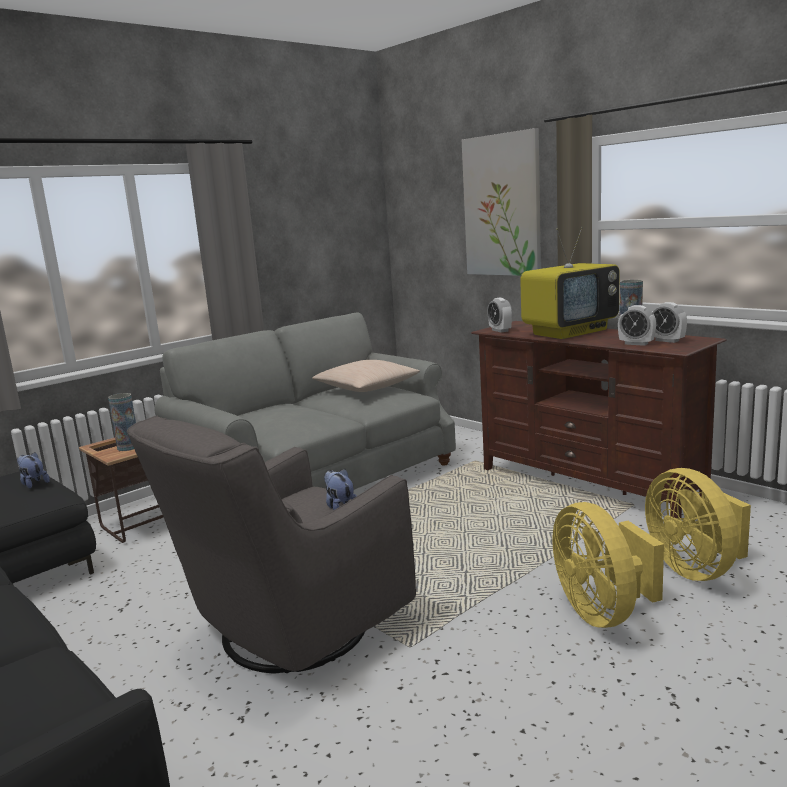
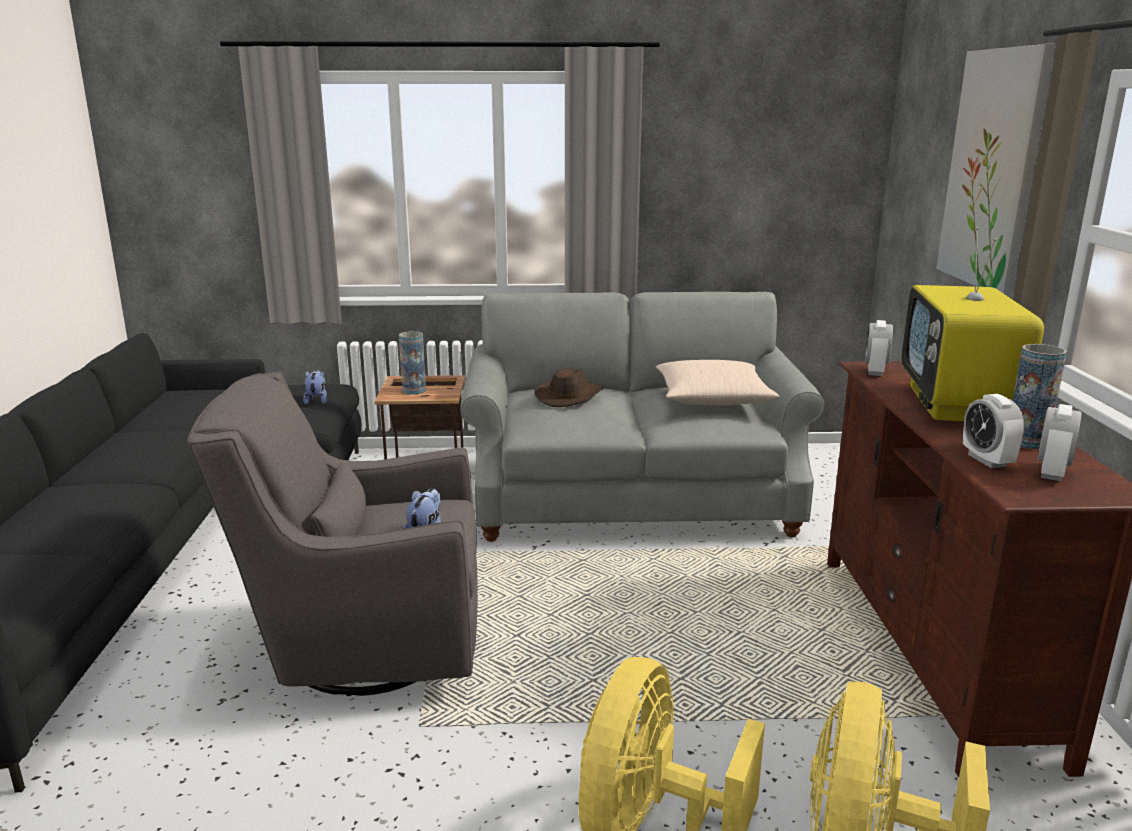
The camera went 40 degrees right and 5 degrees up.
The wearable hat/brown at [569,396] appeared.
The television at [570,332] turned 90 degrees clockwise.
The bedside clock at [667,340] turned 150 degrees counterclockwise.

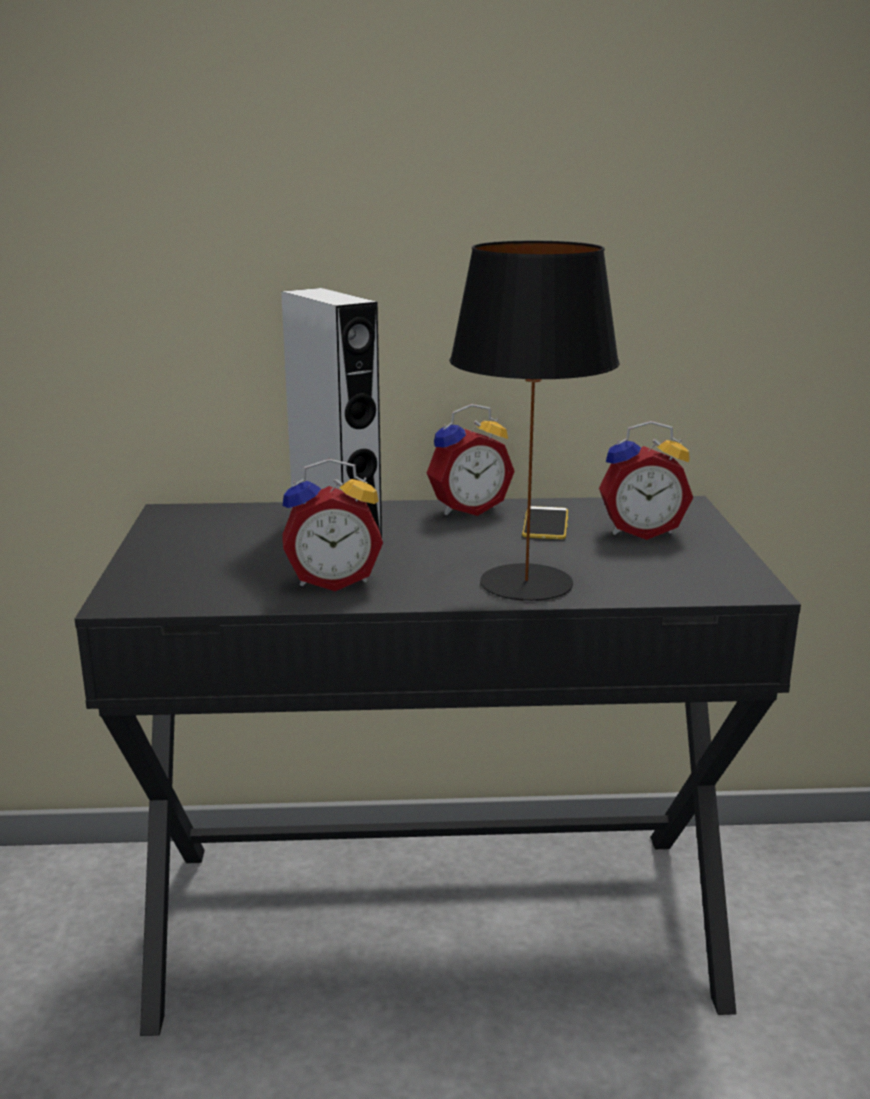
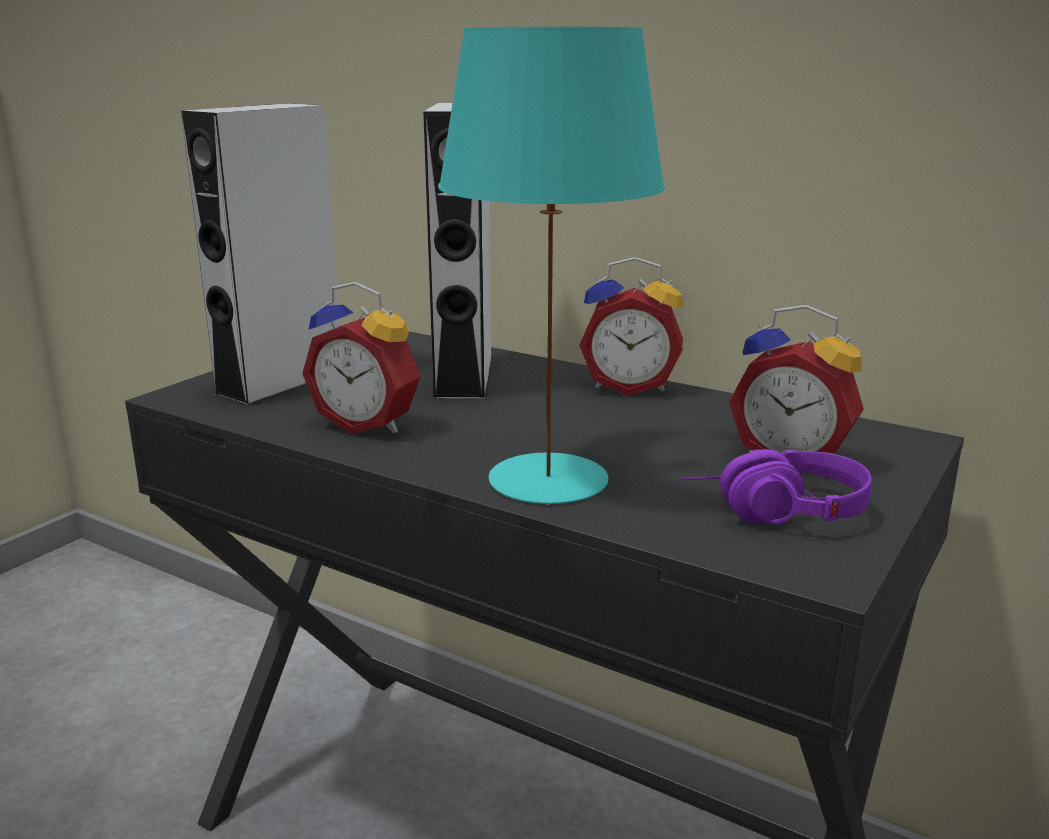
The camera went 35 degrees right and 0 degrees up.
The audio speaker/grey at [281,382] appeared.
The table lamp/black at [525,583] became the table lamp/blue-green at [546,479].
The headset/purple at [775,513] appeared.
The handset at [545,524] disappeared.

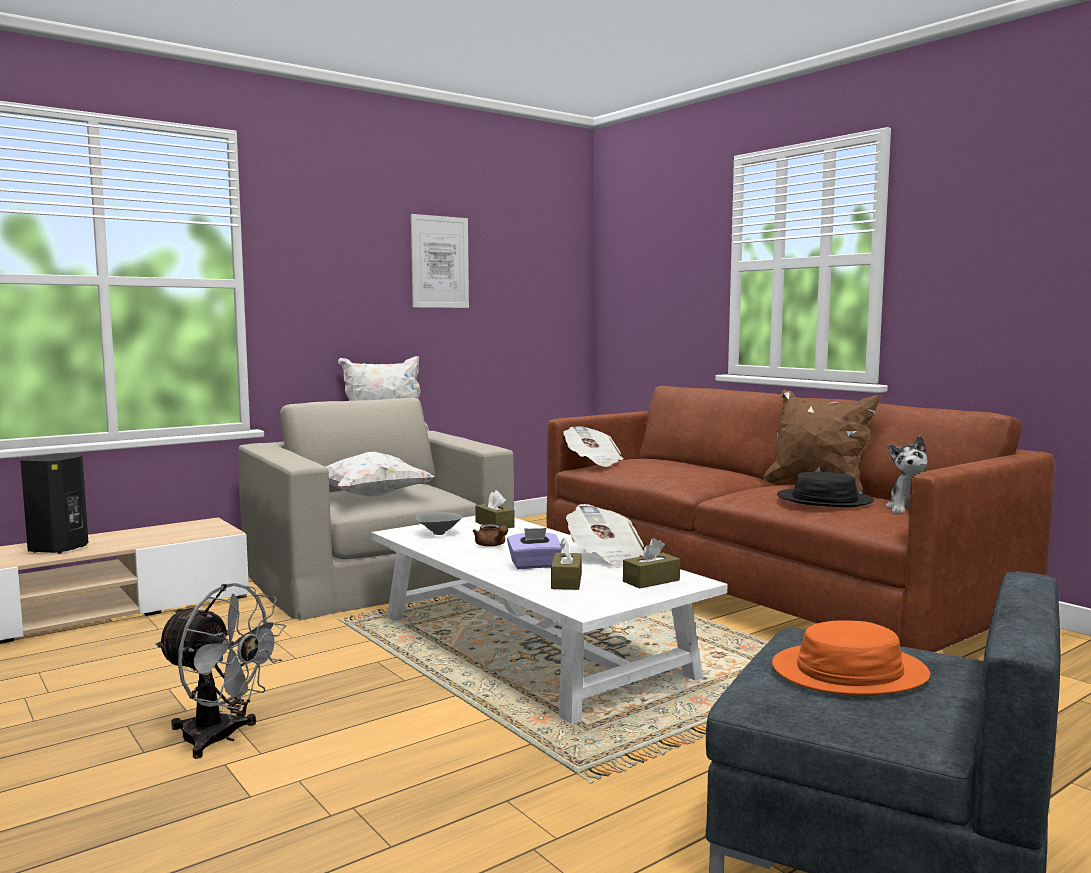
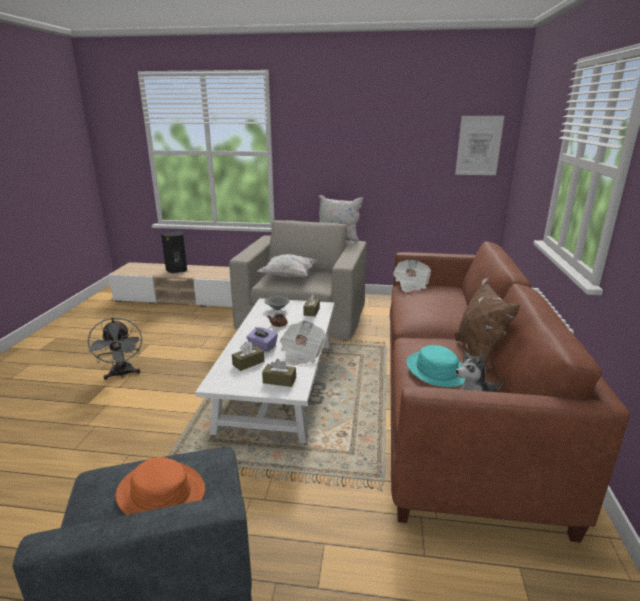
The camera went 45 degrees right and 15 degrees up.
The wearable hat/black at [824,500] became the wearable hat/blue-green at [436,370].
The wall art moved from [440,262] to [478,146].

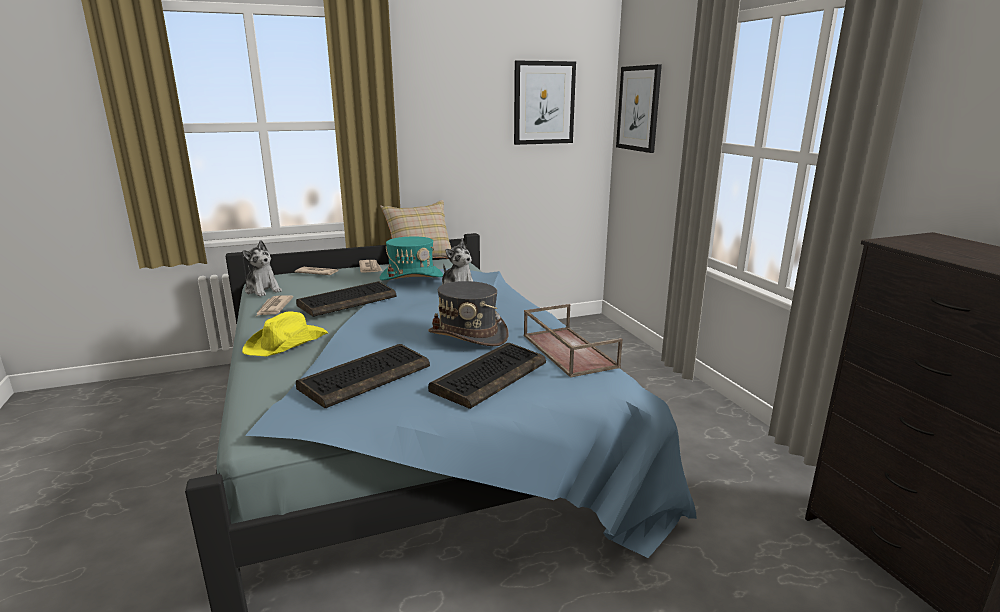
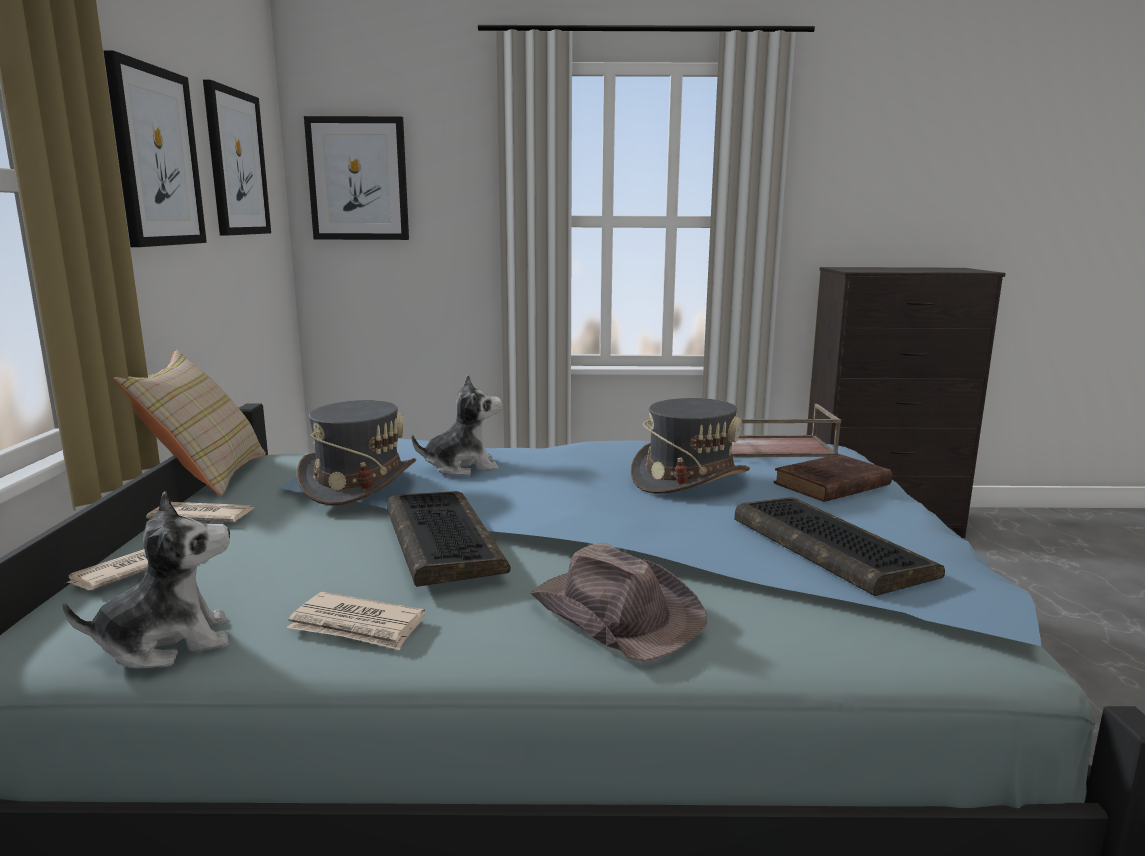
The camera went 70 degrees left and 5 degrees down.
The wall art at [156,157] appeared.
The wearable hat/blue-green at [411,277] became the wearable hat/grey at [358,483].
The wearable hat/yellowish at [287,343] became the wearable hat/brown at [615,613].
The PC keyboard at [489,376] was replaced by the volume/brown at [829,485].

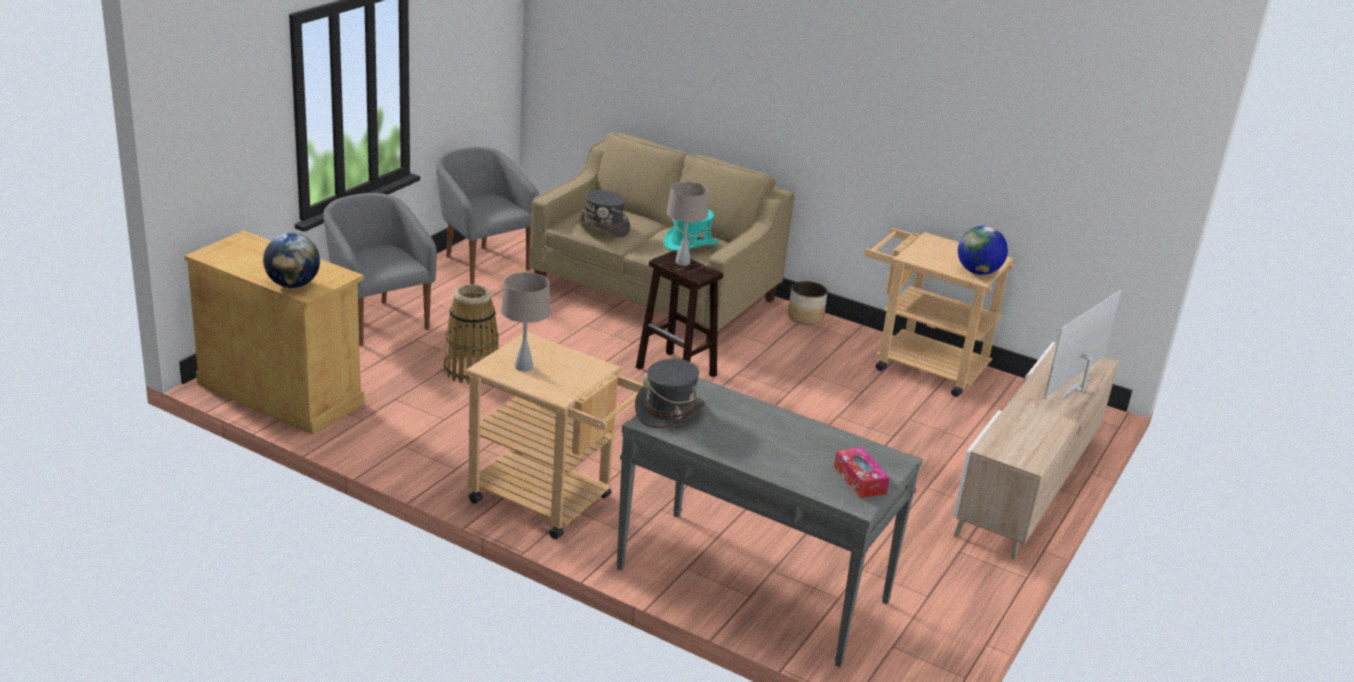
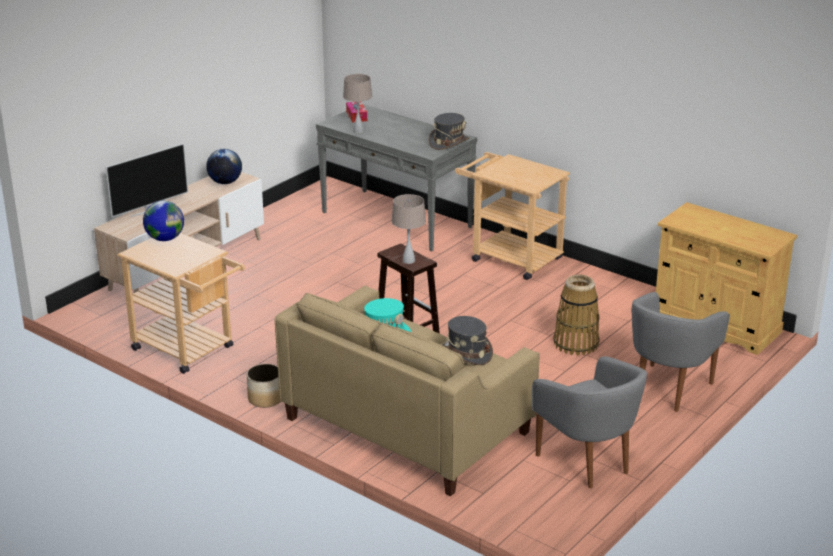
The camera went 170 degrees left and 0 degrees up.
The world globe moved from [293,285] to [225,182].
The table lamp/beige-coloured moved from [523,367] to [358,131].
The easy chair/grey at [378,321] turned 60 degrees clockwise.

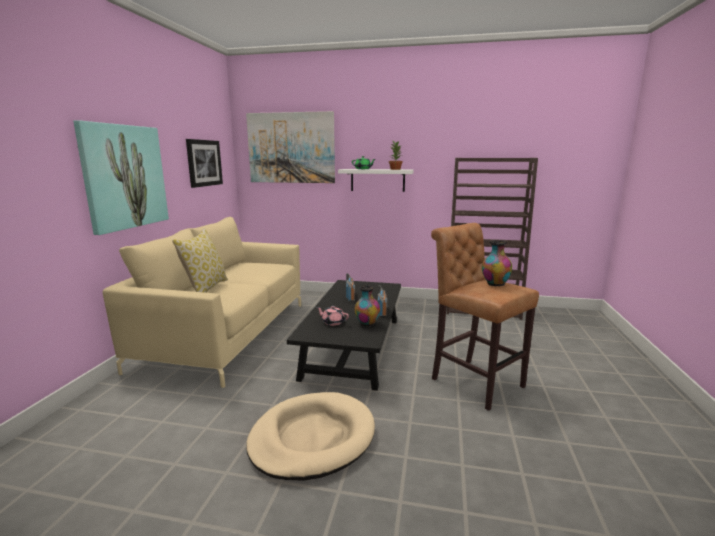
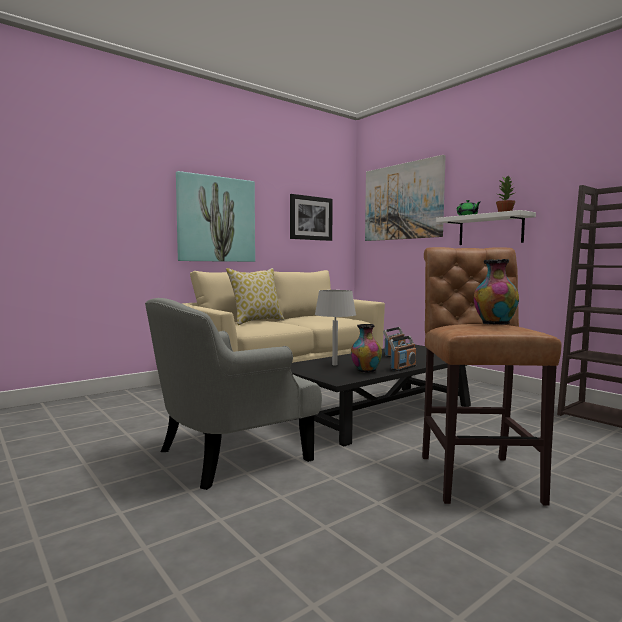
The camera went 40 degrees right and 10 degrees down.
The dog cushion/beige-coloured at [312,438] was replaced by the easy chair/grey at [229,454].
The teapot/pinkish at [332,322] was replaced by the table lamp/grey at [334,364].

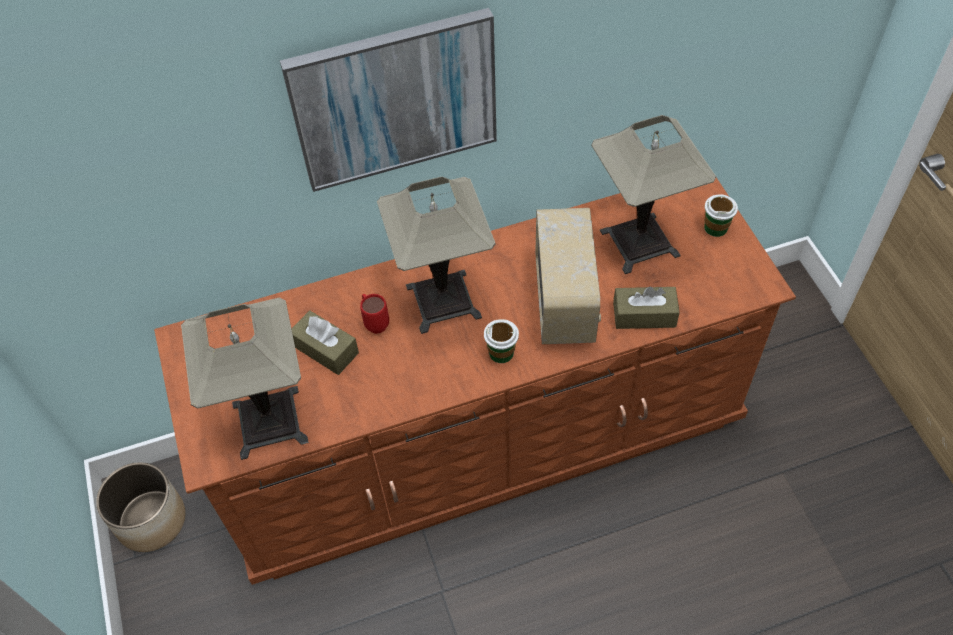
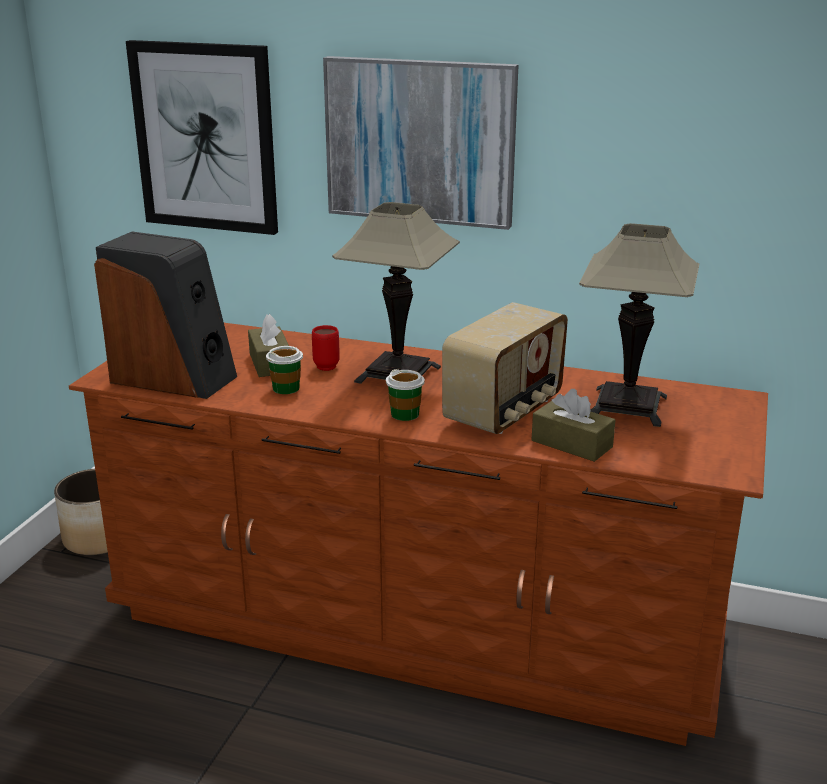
The camera went 35 degrees right and 30 degrees down.
The table lamp at [269,422] was replaced by the audio speaker at [174,378].
The wall art at [205,137] appeared.
The cup moved from [715,227] to [286,388].

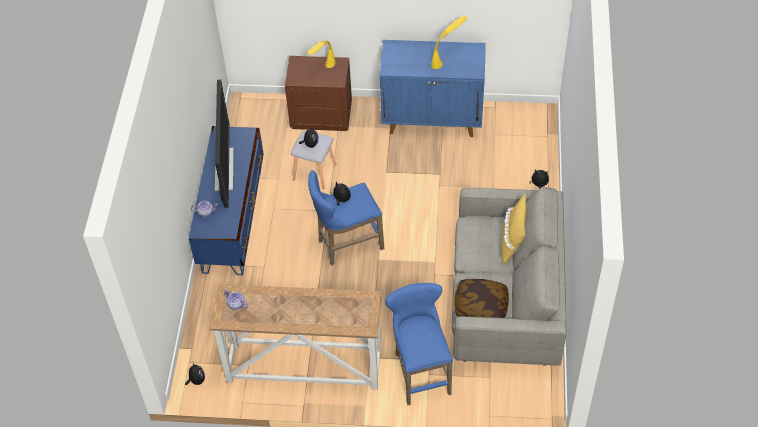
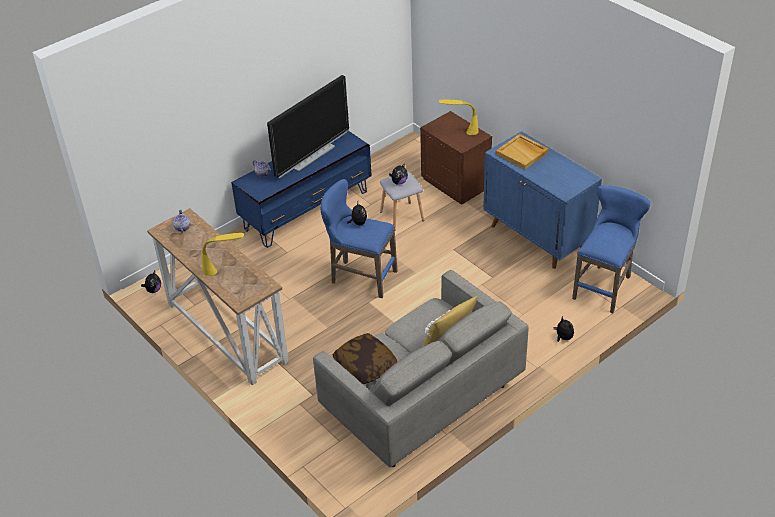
The camera went 45 degrees right and 10 degrees down.
The table lamp/yellowish moved from [448,58] to [226,273].
The carrying tray/beige-coloured at [522,153] appeared.
The stool/blue moved from [420,370] to [605,286].

